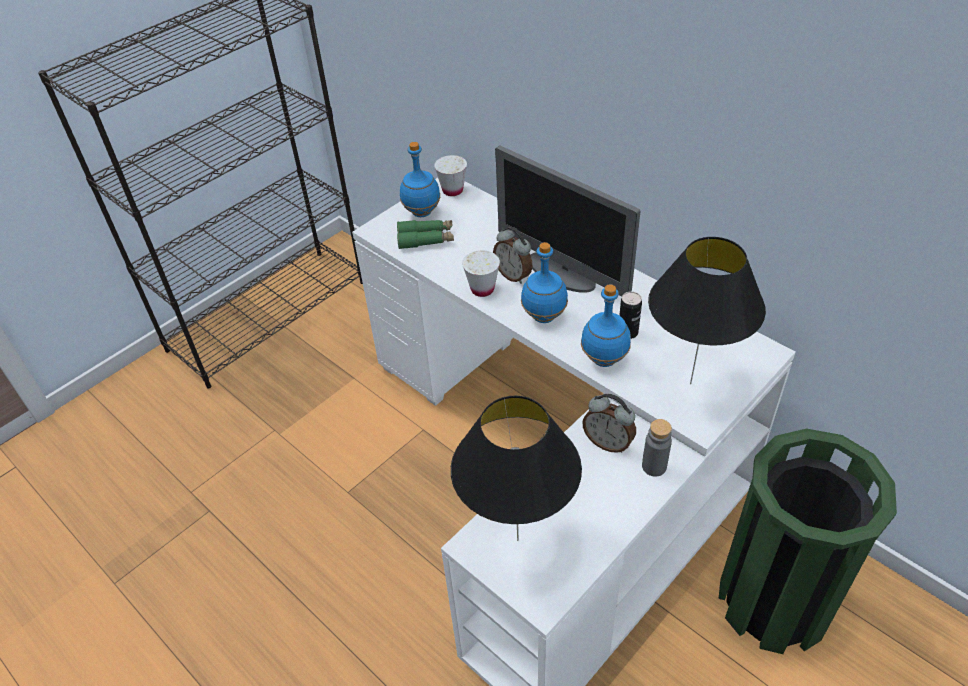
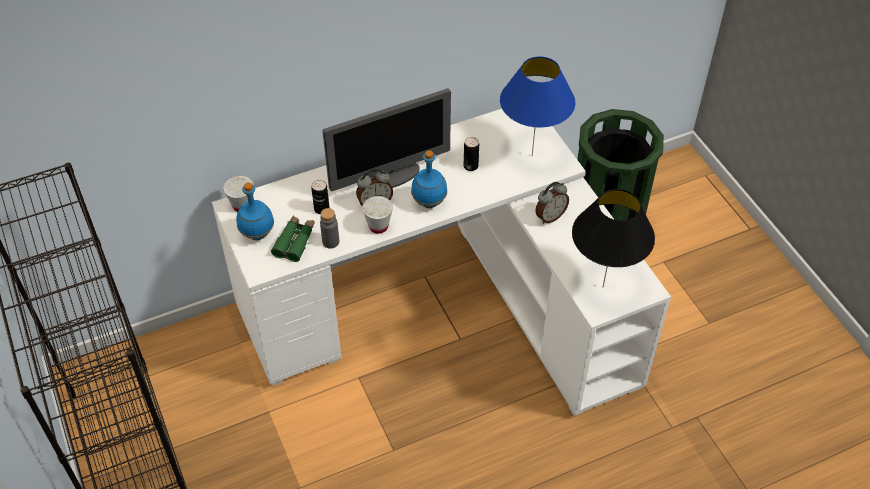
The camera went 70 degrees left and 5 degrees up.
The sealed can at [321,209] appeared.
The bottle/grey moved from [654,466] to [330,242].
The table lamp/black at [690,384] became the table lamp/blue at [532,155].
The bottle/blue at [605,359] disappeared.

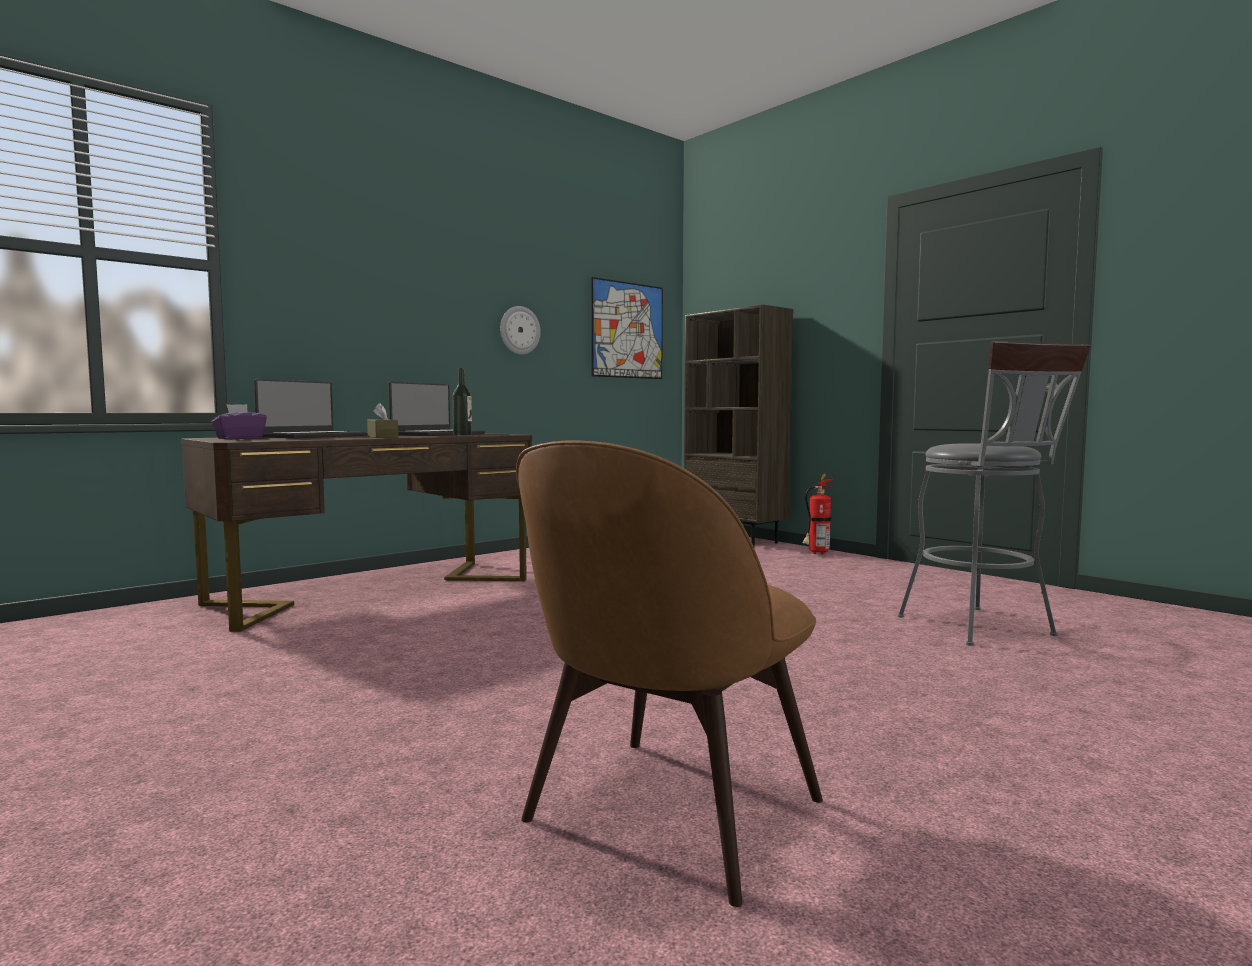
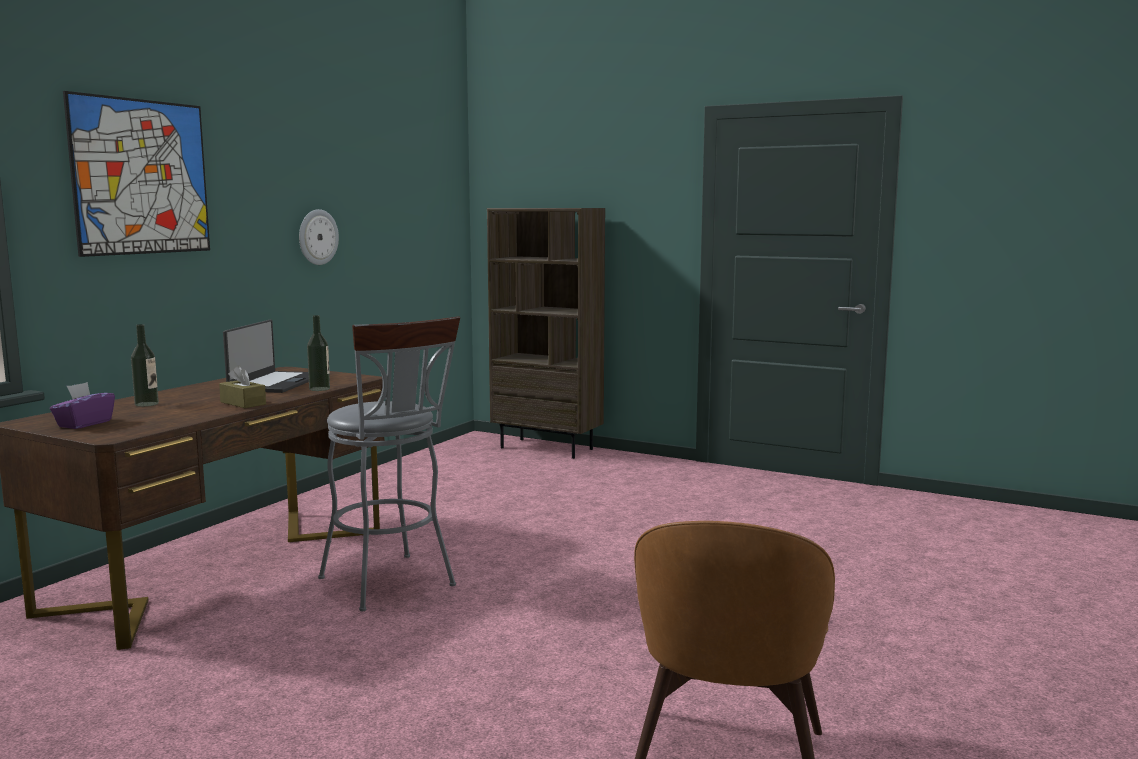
The camera went 20 degrees left and 5 degrees up.
The wall art moved from [627,330] to [141,177].
The laptop at [313,436] was replaced by the bottle at [146,404].
The stool/grey moved from [983,629] to [392,585].
The extinguisher at [816,553] disappeared.

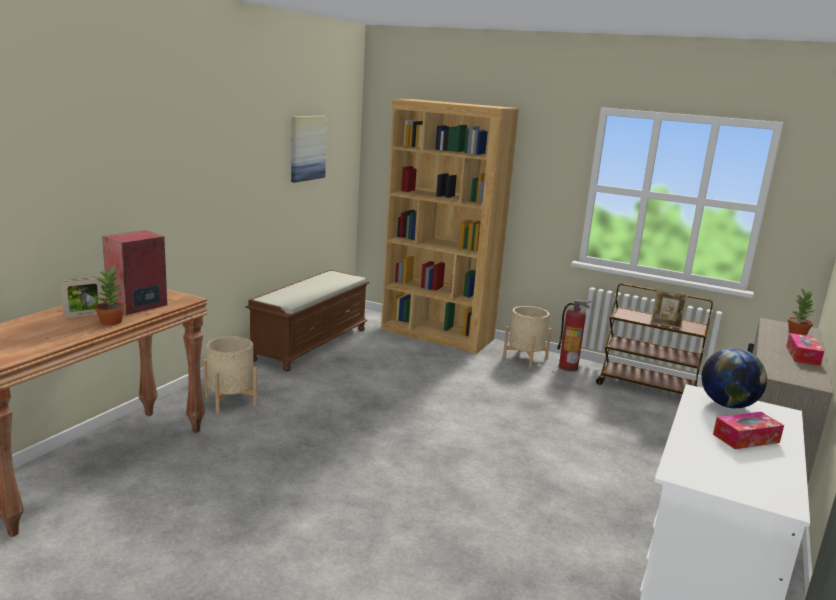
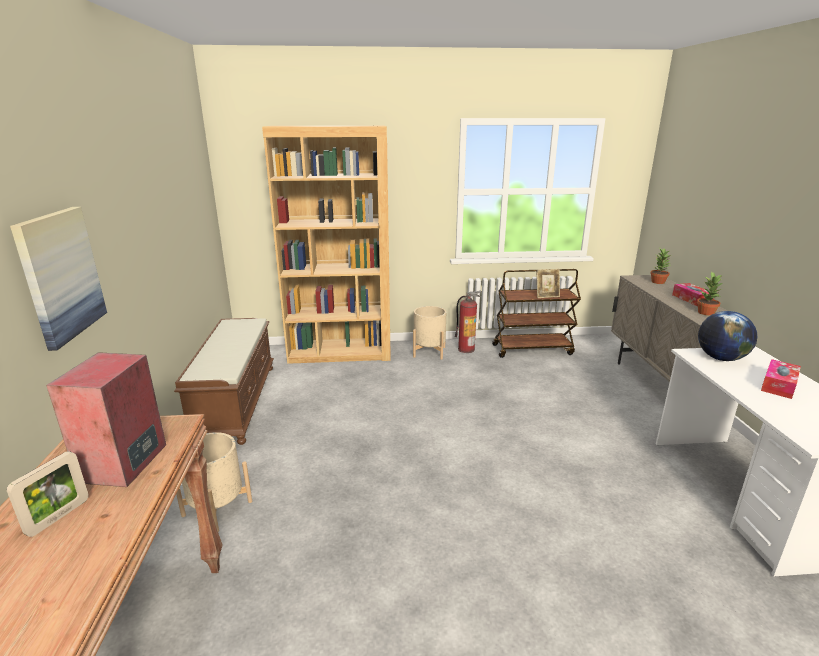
The camera went 30 degrees left and 5 degrees up.
The wall art moved from [307,148] to [60,275].
The plant in a pot moved from [112,322] to [706,312].

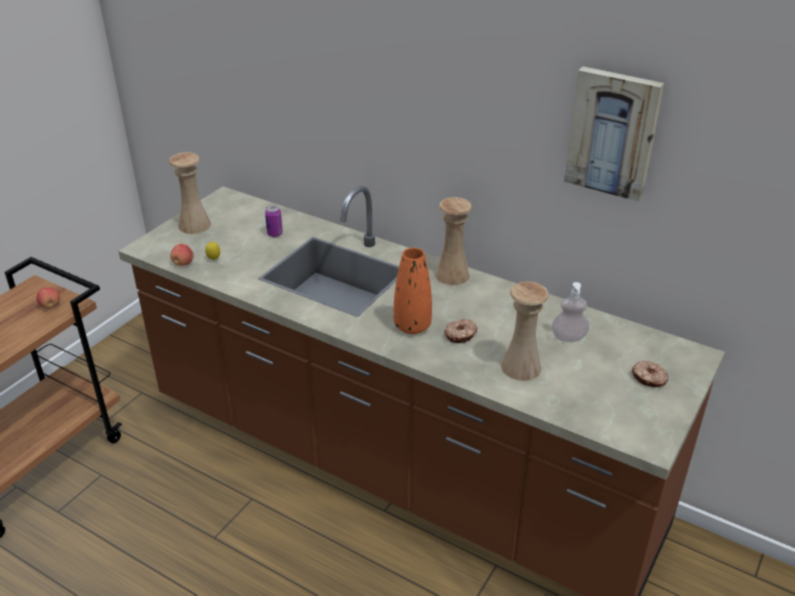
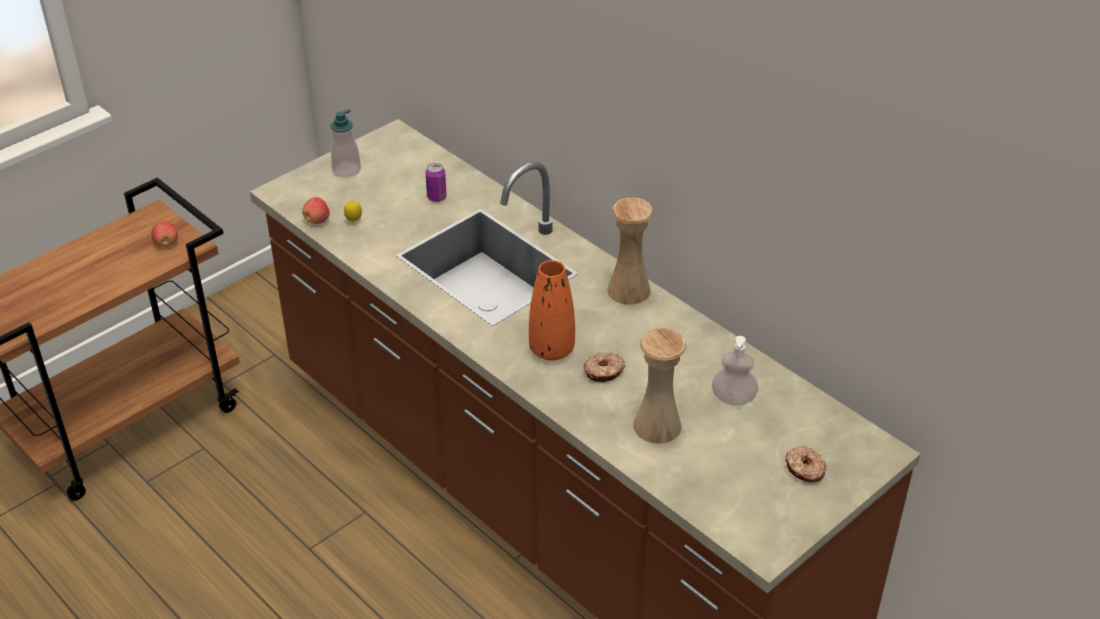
The camera went 15 degrees right and 5 degrees up.
The decorative vase/beige-coloured at [194,225] was replaced by the soap bottle at [346,170].
The wall art at [613,133] disappeared.

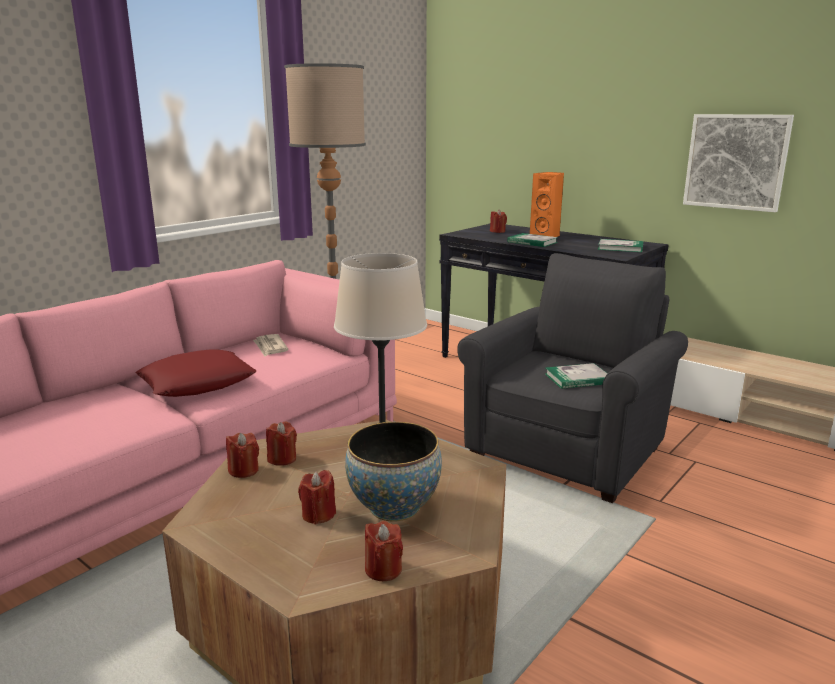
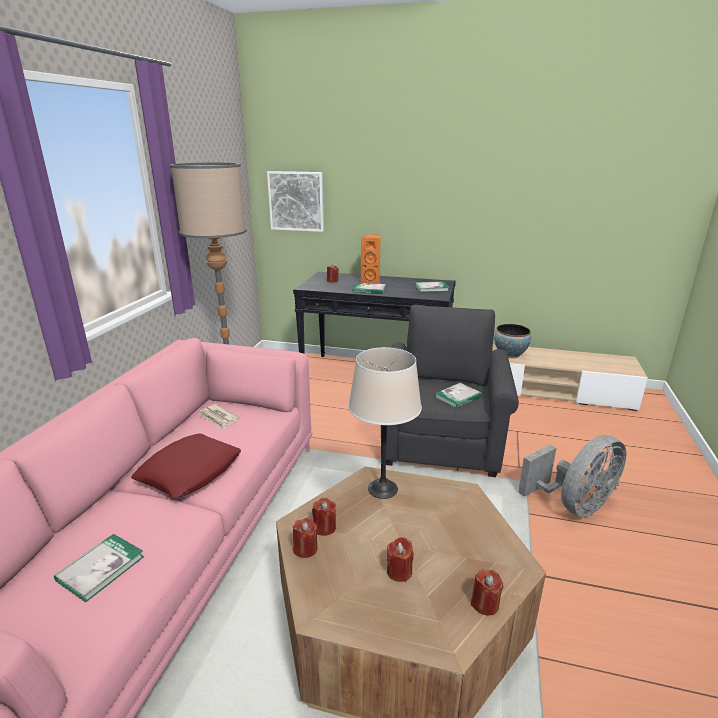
The camera went 25 degrees left and 5 degrees up.
The volume at [101,568] appeared.
The wall art moved from [736,162] to [296,201].
The serving bowl moved from [394,507] to [510,354].
The fan/grey at [574,505] appeared.

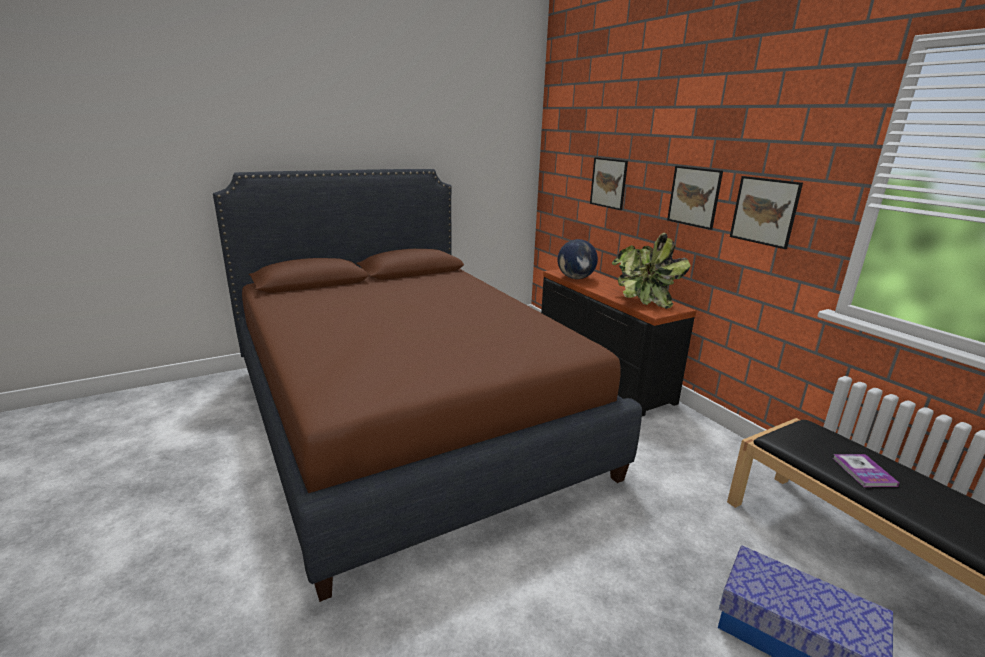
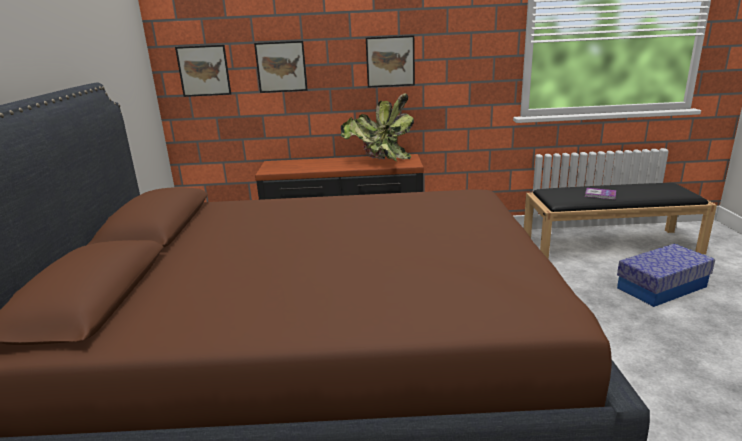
The camera went 60 degrees left and 0 degrees up.
The wall art moved from [764,211] to [204,70].
The world globe at [575,278] disappeared.

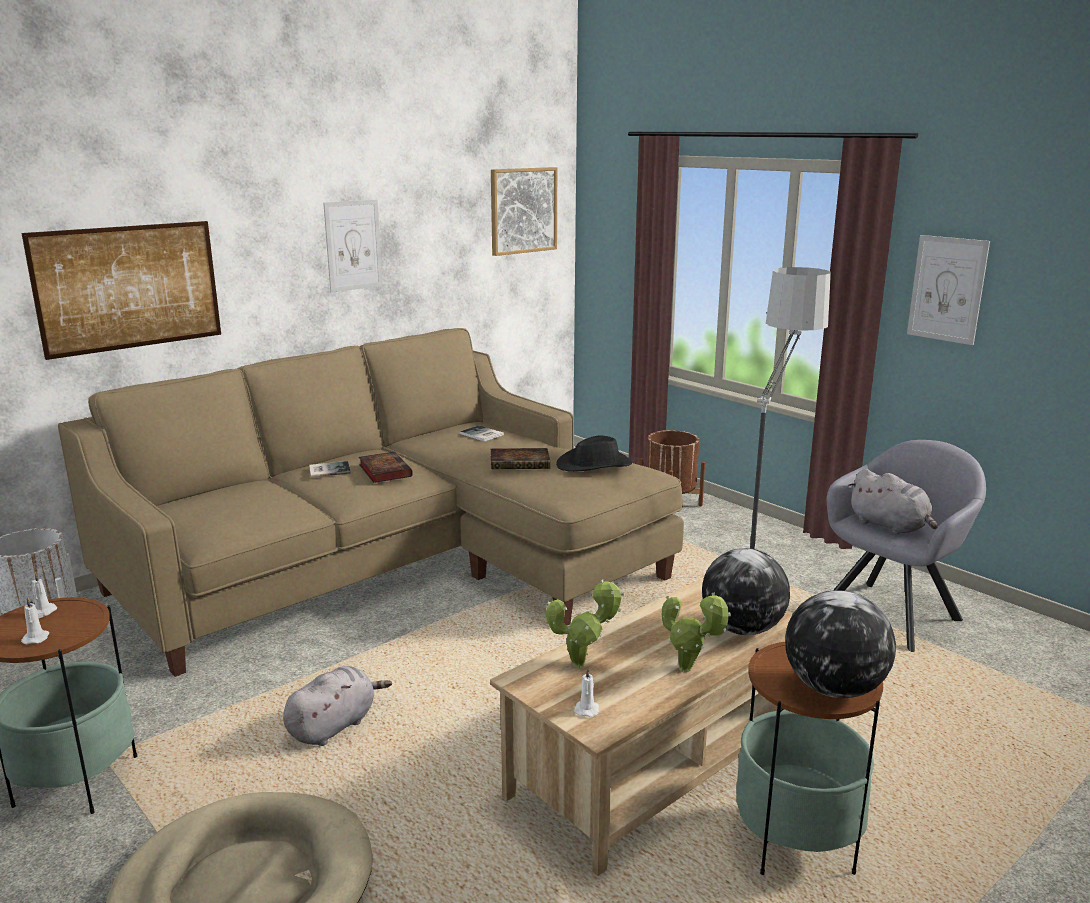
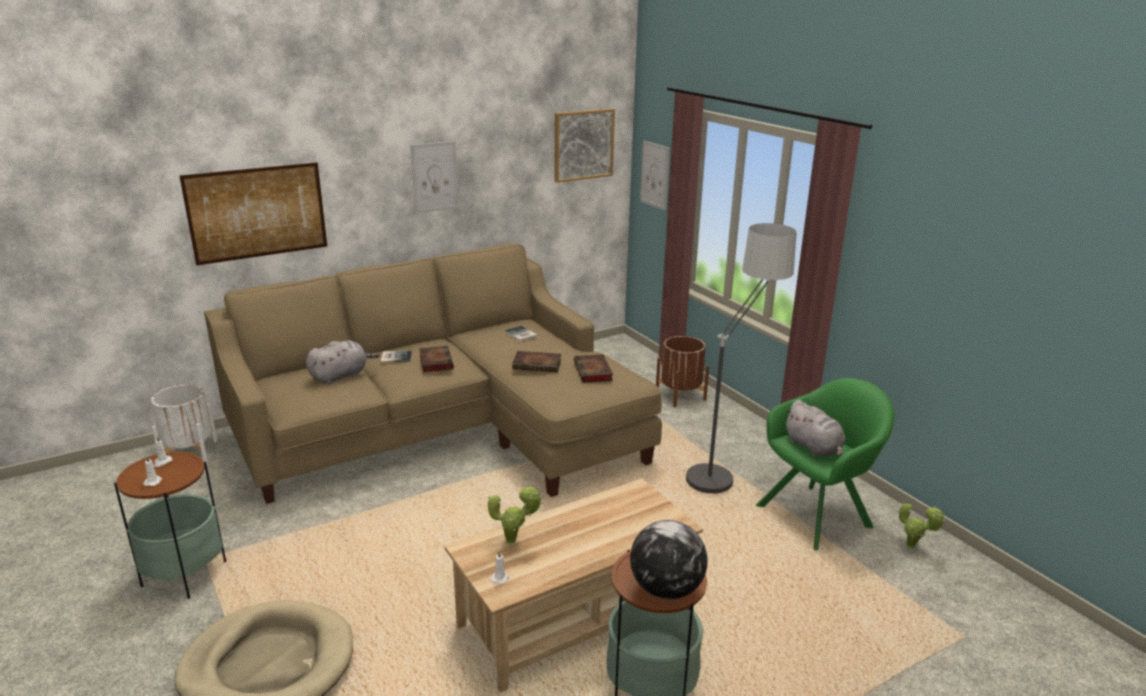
The camera went 10 degrees right and 5 degrees up.
The cuddly toy/grey moved from [334,726] to [341,376].
The wearable hat/black at [594,465] was replaced by the volume at [593,372].
The wall art moved from [947,289] to [654,175].
The easy chair/grey at [893,613] became the easy chair/greenish at [818,514].
The plant in a pot moved from [689,670] to [912,547].
The world globe at [742,629] disappeared.

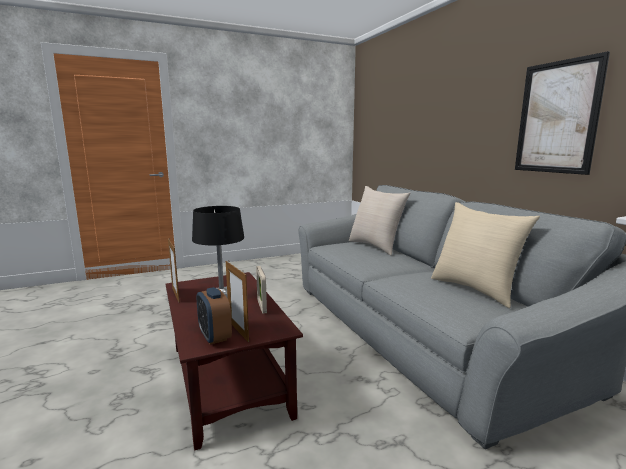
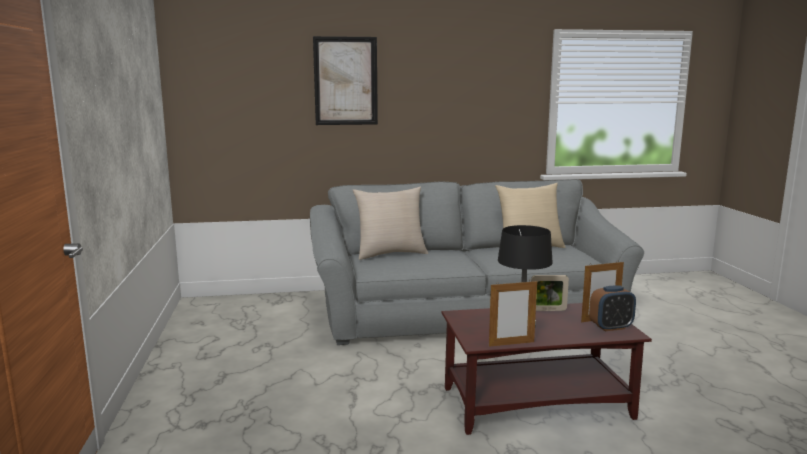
The camera went 75 degrees left and 0 degrees up.
The wall art moved from [557,117] to [345,81].

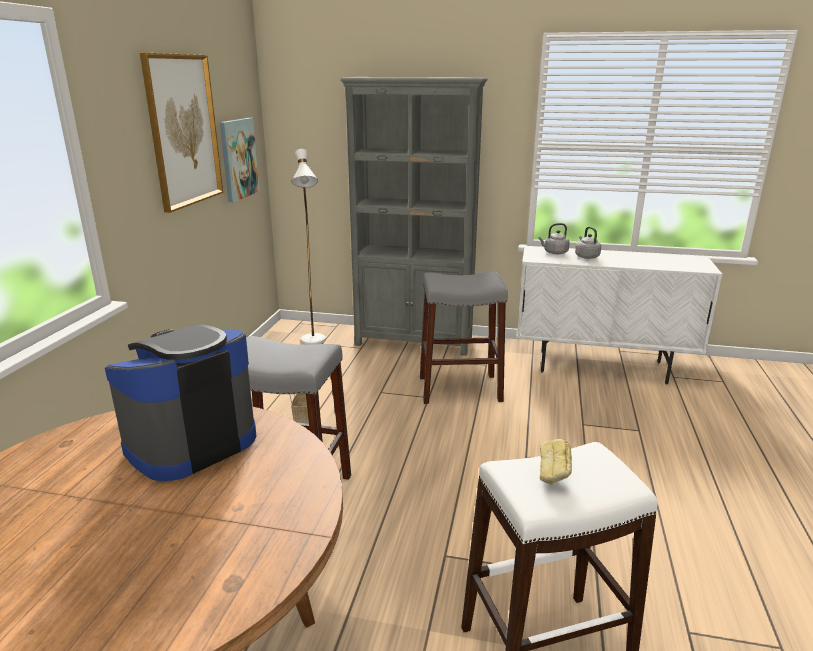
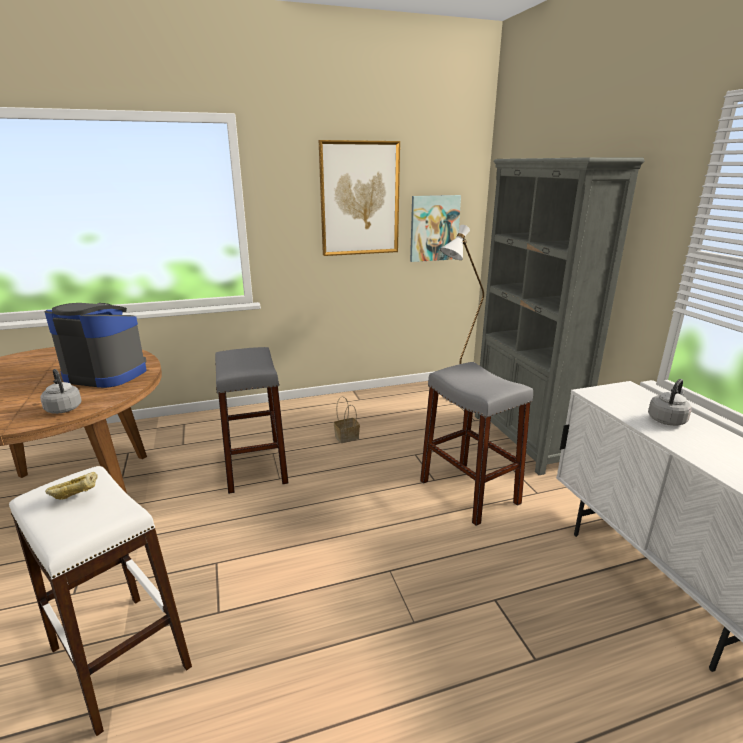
The camera went 60 degrees right and 0 degrees up.
The water kettle/grey moved from [554,252] to [63,408].

